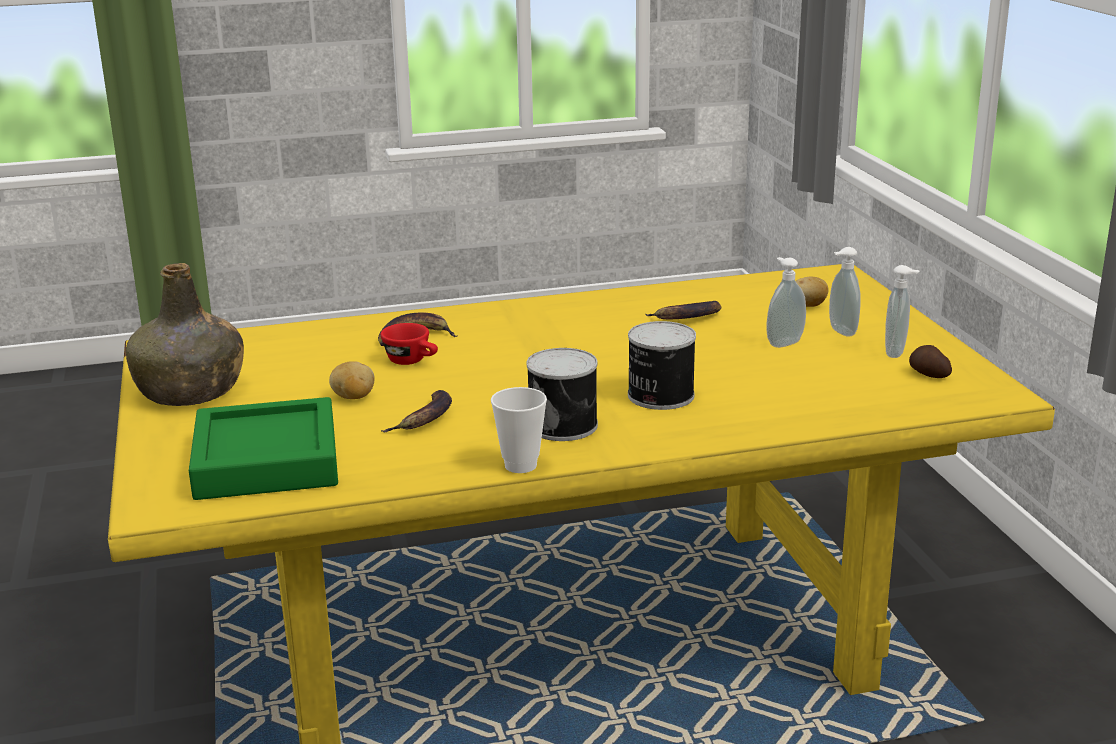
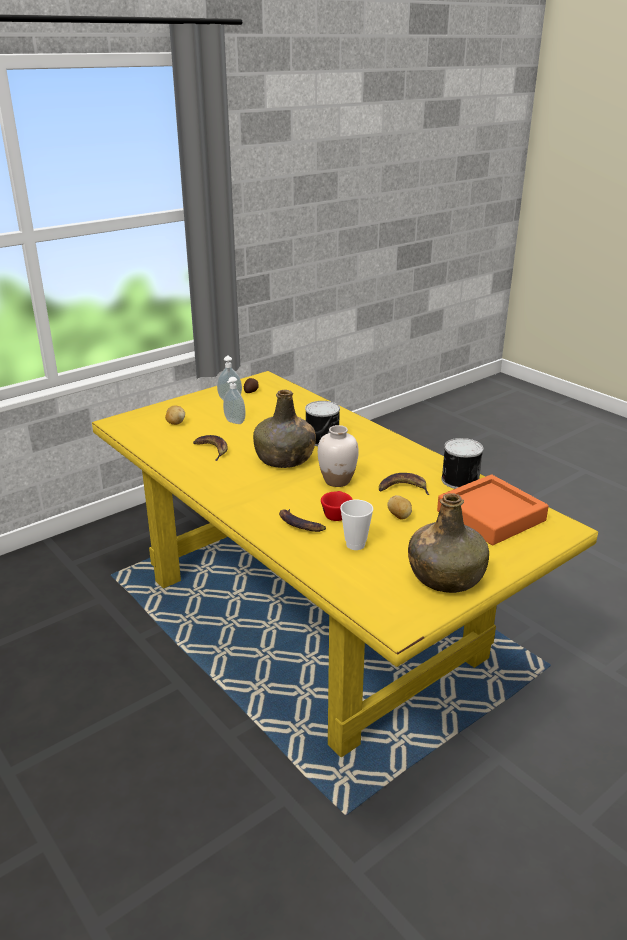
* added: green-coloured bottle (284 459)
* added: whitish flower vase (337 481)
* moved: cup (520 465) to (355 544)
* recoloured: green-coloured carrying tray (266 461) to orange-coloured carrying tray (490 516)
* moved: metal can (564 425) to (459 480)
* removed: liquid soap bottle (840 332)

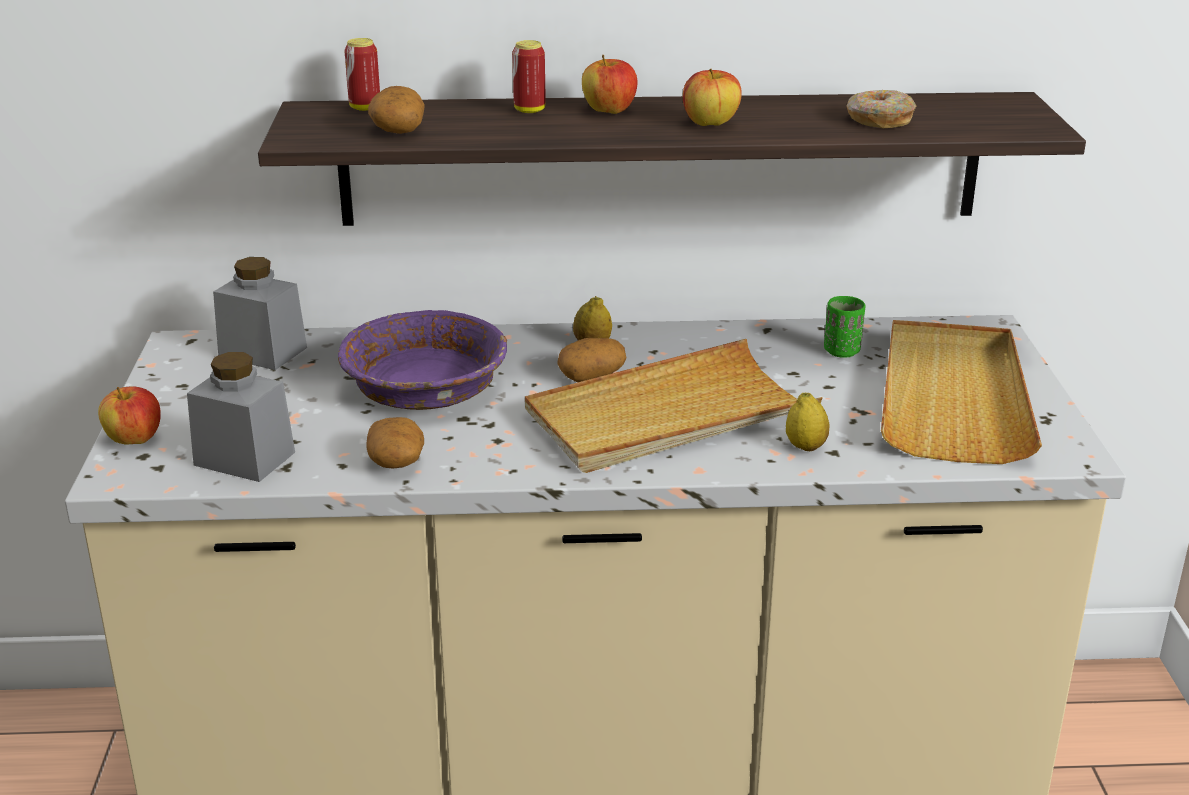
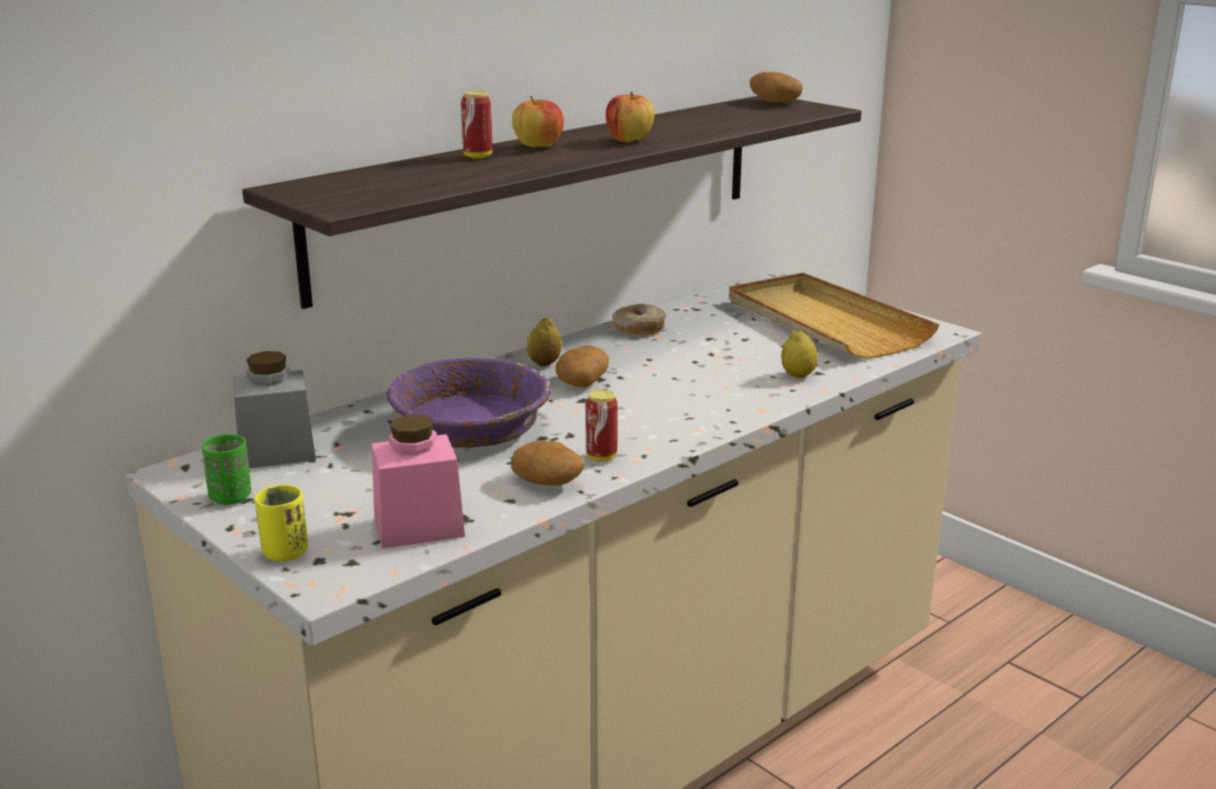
* moved: green-coloured cup (842 351) to (230 497)
* replaced: whole apple (134 440) to yellow cup (285 553)
* recoloured: grey preserve jar (244 458) to pink-coloured preserve jar (418 527)
* moved: metal can (365 108) to (601 457)
* moved: donut (878 120) to (638 328)
* moved: potato (397 129) to (774 102)
* removed: beige-coloured carrying tray (669 416)

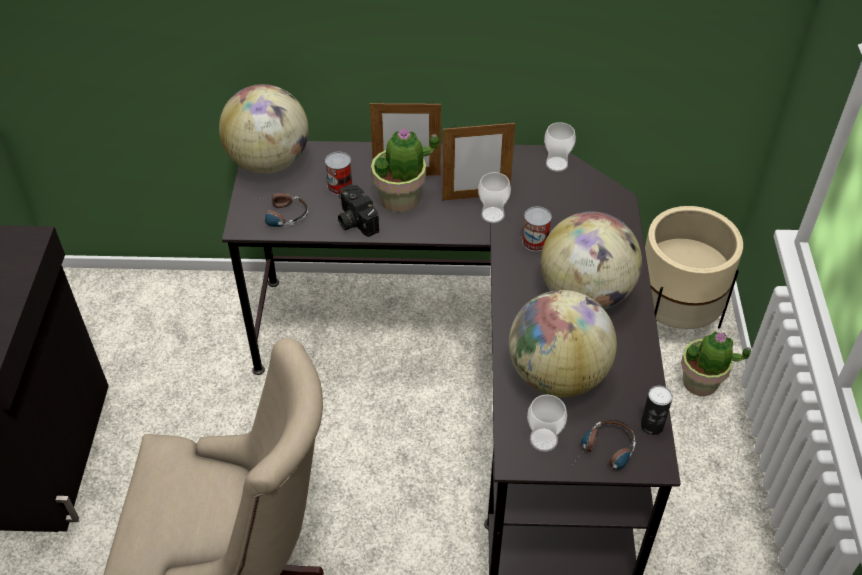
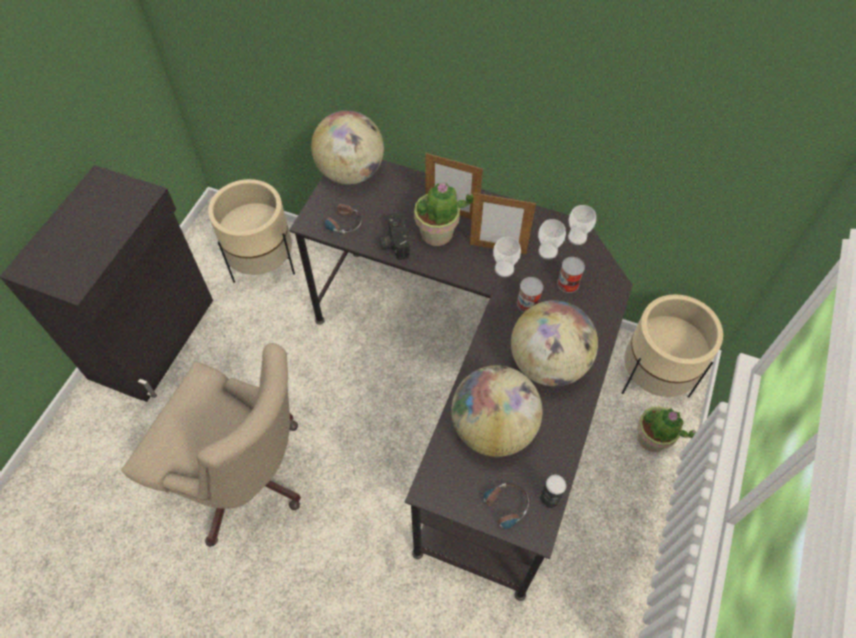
* added: beige-coloured planter (263 264)
* moved: cup (543 440) to (547 251)
* moved: metal can (340 186) to (568 283)

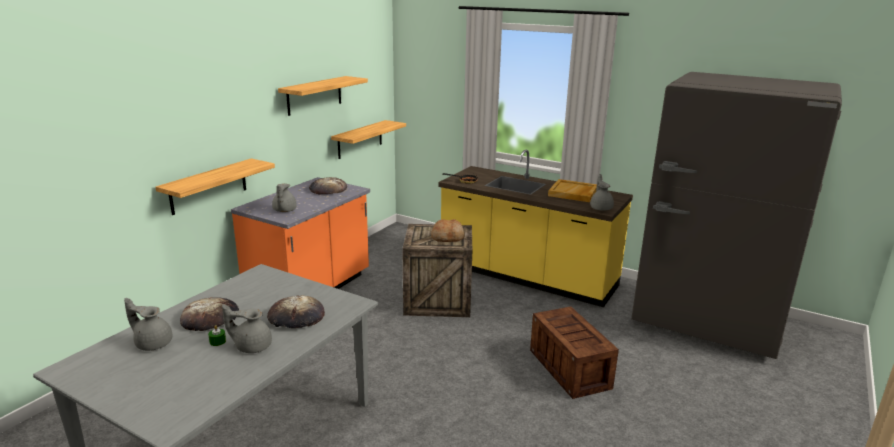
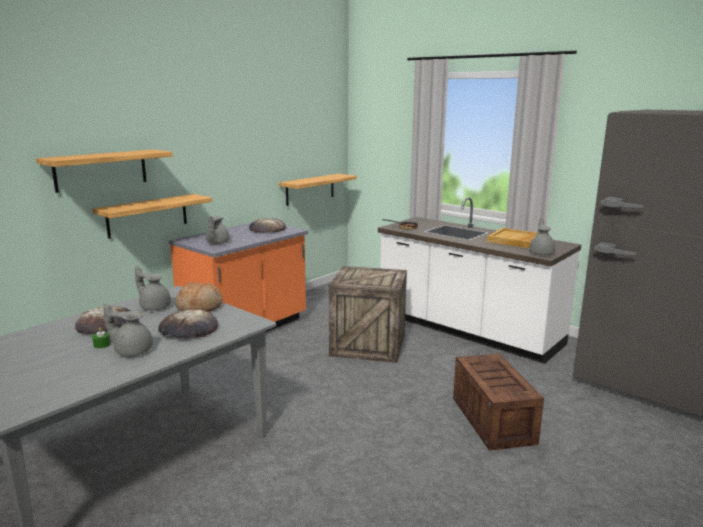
* moved: shelf (314 95) to (101 170)
* moved: grey tea pot (153 343) to (154 307)
* moved: bread (448 237) to (200 307)
* recoloured: yellow counter (527 277) to whitish counter (467 330)

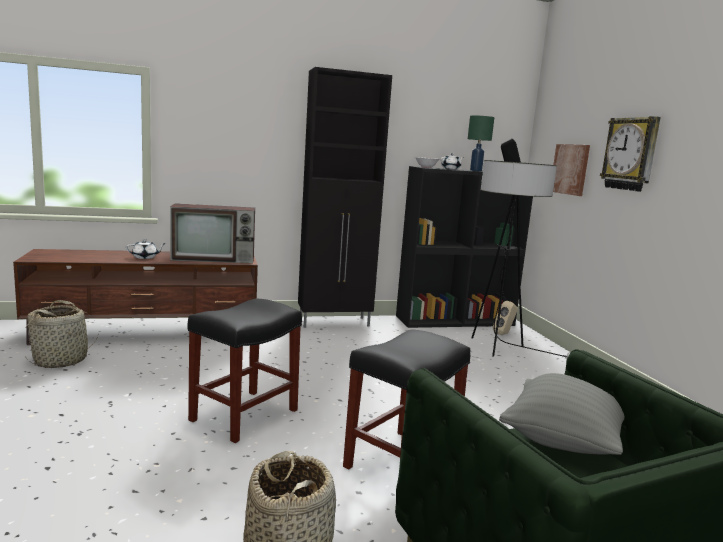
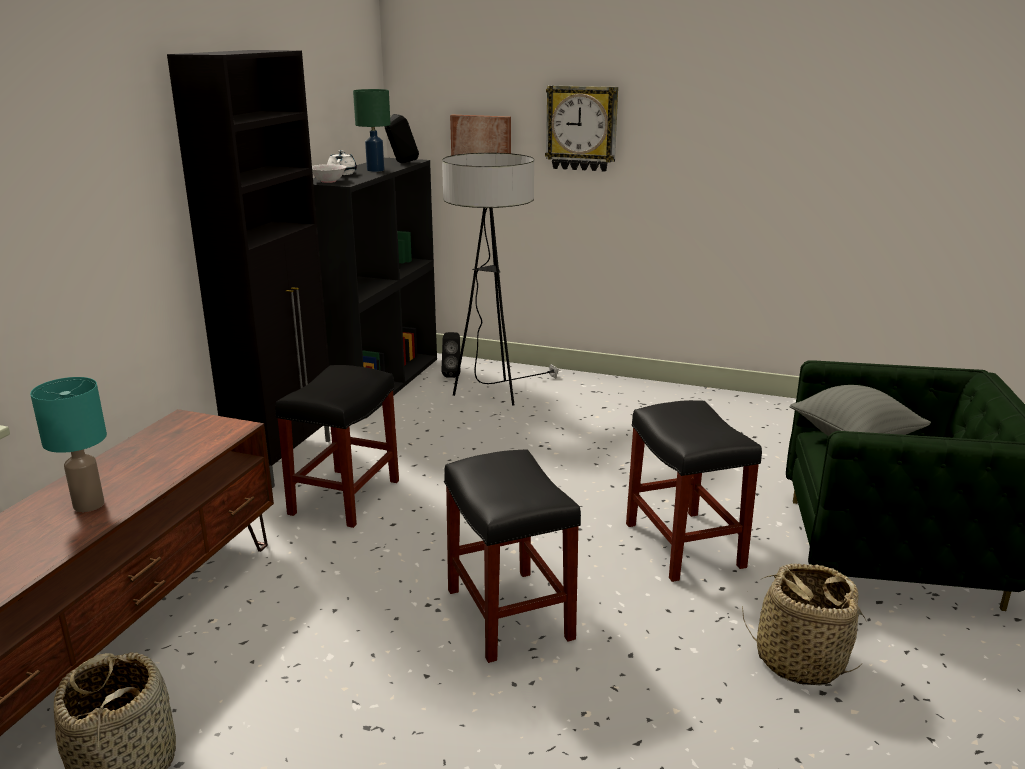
* replaced: whitish tea pot (145 257) to turquoise tabletop lamp (88 504)
* added: black-coloured stool seat (345 496)
* recoloured: beige-coloured loudspeaker (504 334) to black-coloured loudspeaker (452 374)
* removed: television (215 259)

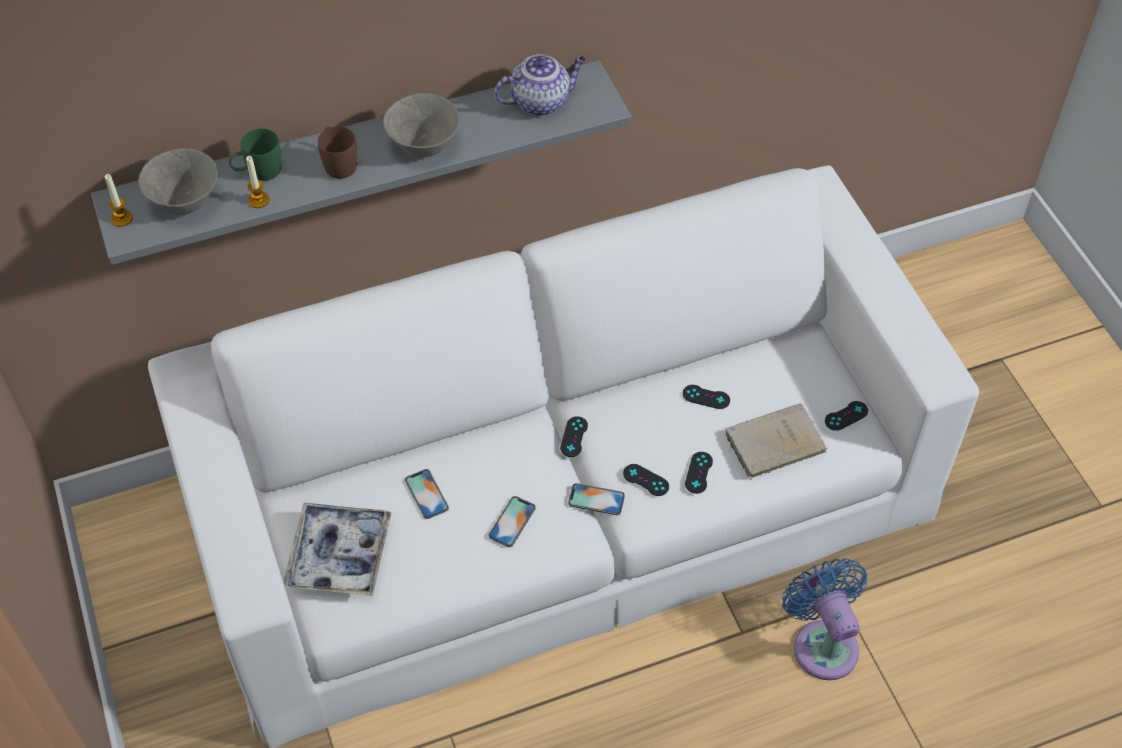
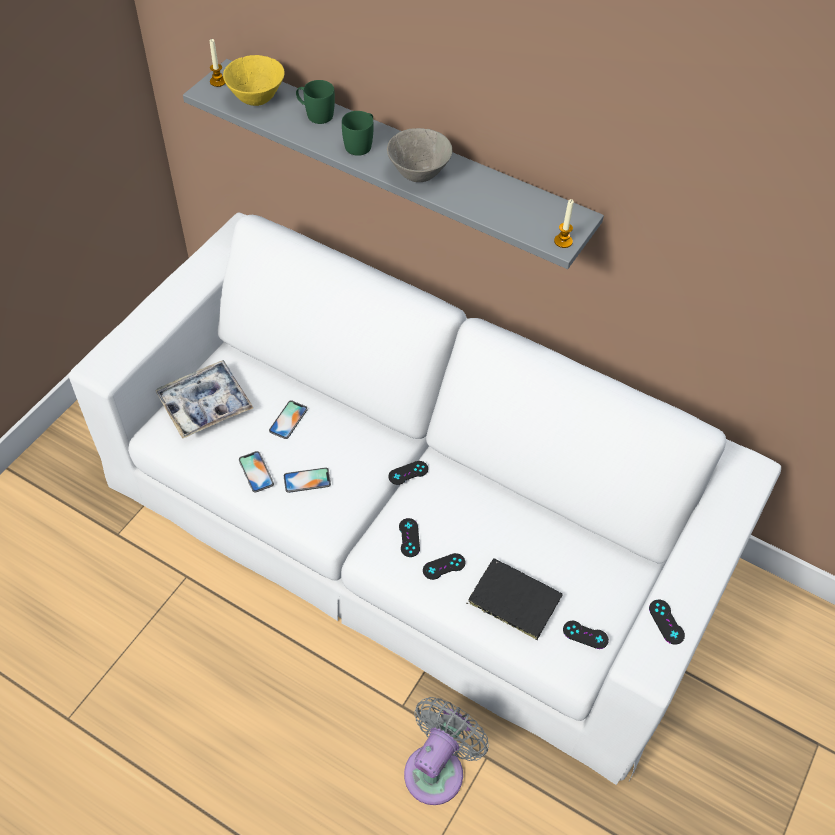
* recoloured: grey serving bowl (185 204) to yellow serving bowl (256 100)
* moved: phone (596 499) to (256 472)
* recoloured: brownish coffee mug (338 163) to green-coloured coffee mug (361 144)
* recoloured: bluish cooling fan (822 643) to grey cooling fan (437 768)
* recoloured: beige-coloured book (772 444) to black-coloured book (512 599)
* moved: wax light (258 200) to (563 241)
* moved: black-coloured game controller (706 397) to (666 622)
* removed: tea pot (541 101)

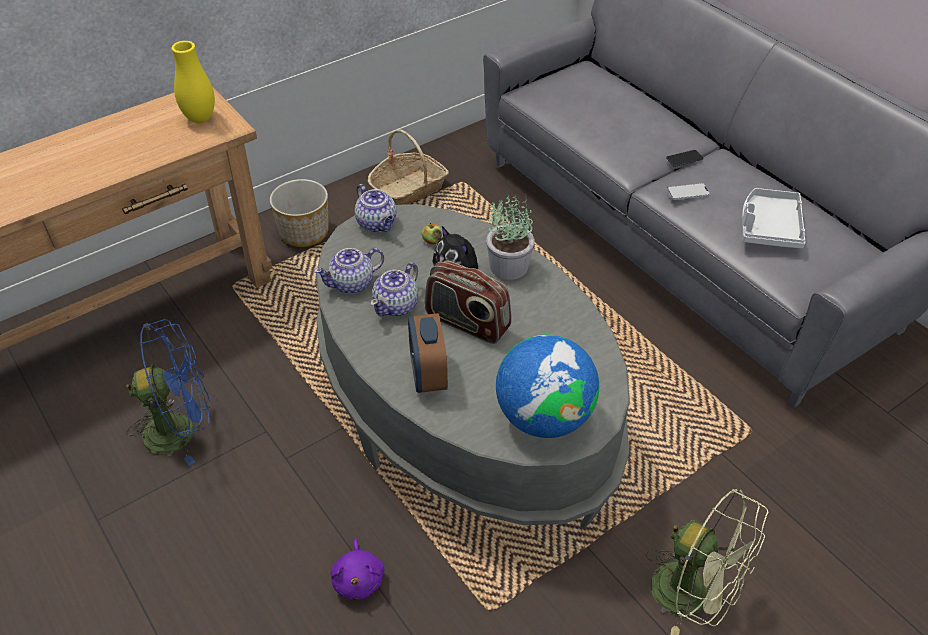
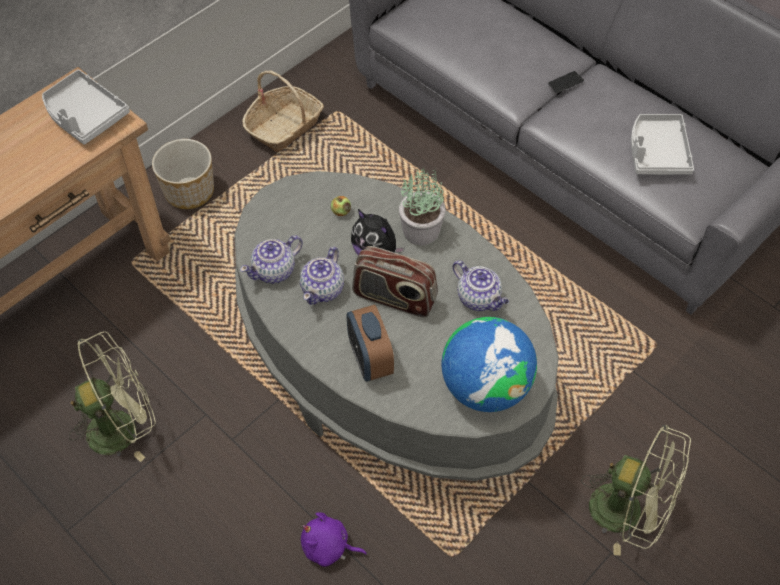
* replaced: yellow flower vase (200 118) to grey carrying tray (85 115)
* recoloured: bluish cooling fan (181 429) to green-coloured cooling fan (122 426)
* turned: purple-coloured plush toy (358 579) = (328 547) 120 degrees clockwise
* moved: tea pot (377 224) to (479 298)
* removed: phone (688 192)

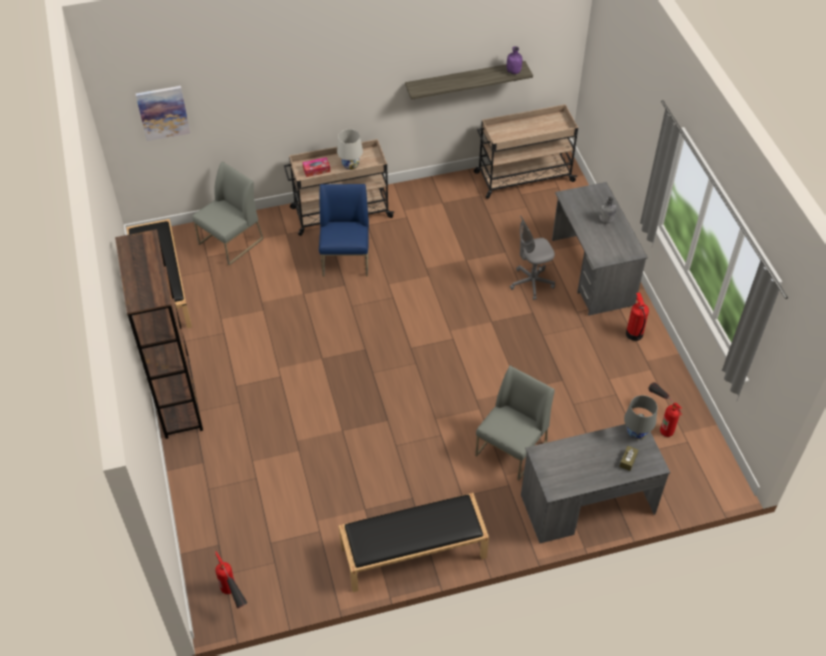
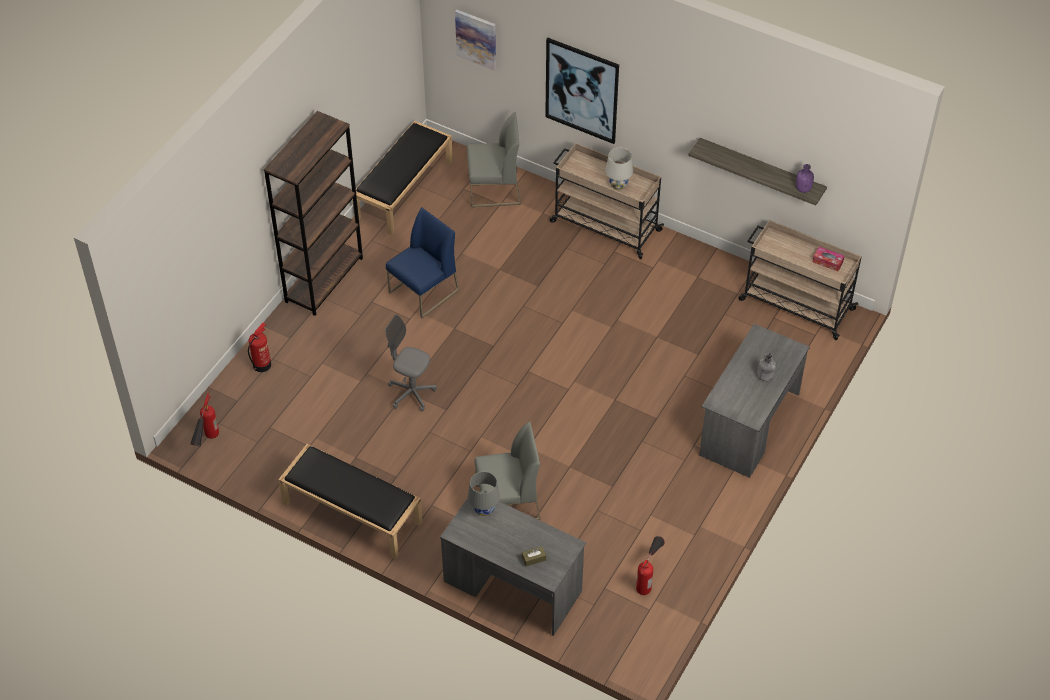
* moved: extinguisher (634 333) to (262 364)
* moved: grey computer chair (531 283) to (411 393)
* moved: bluish upright chair (346 259) to (424 292)
* moved: grey tabletop lamp (636 432) to (484 509)
* added: picture (582 90)
* moved: tissue holder (316 170) to (827 262)

